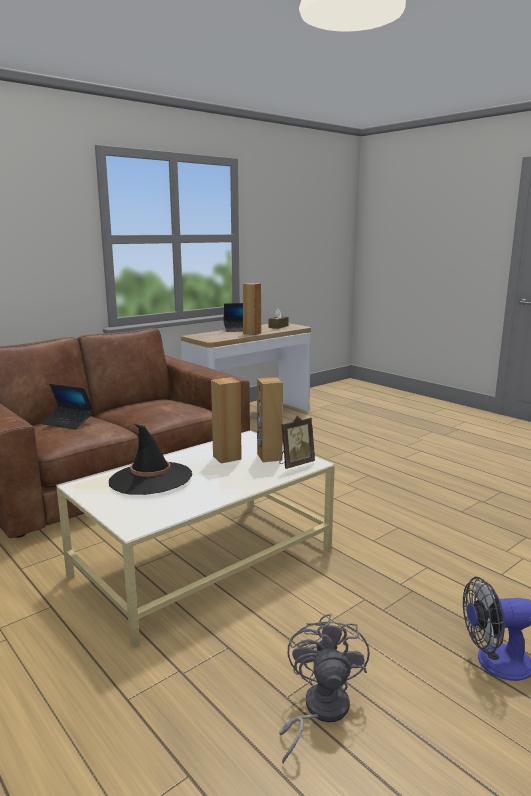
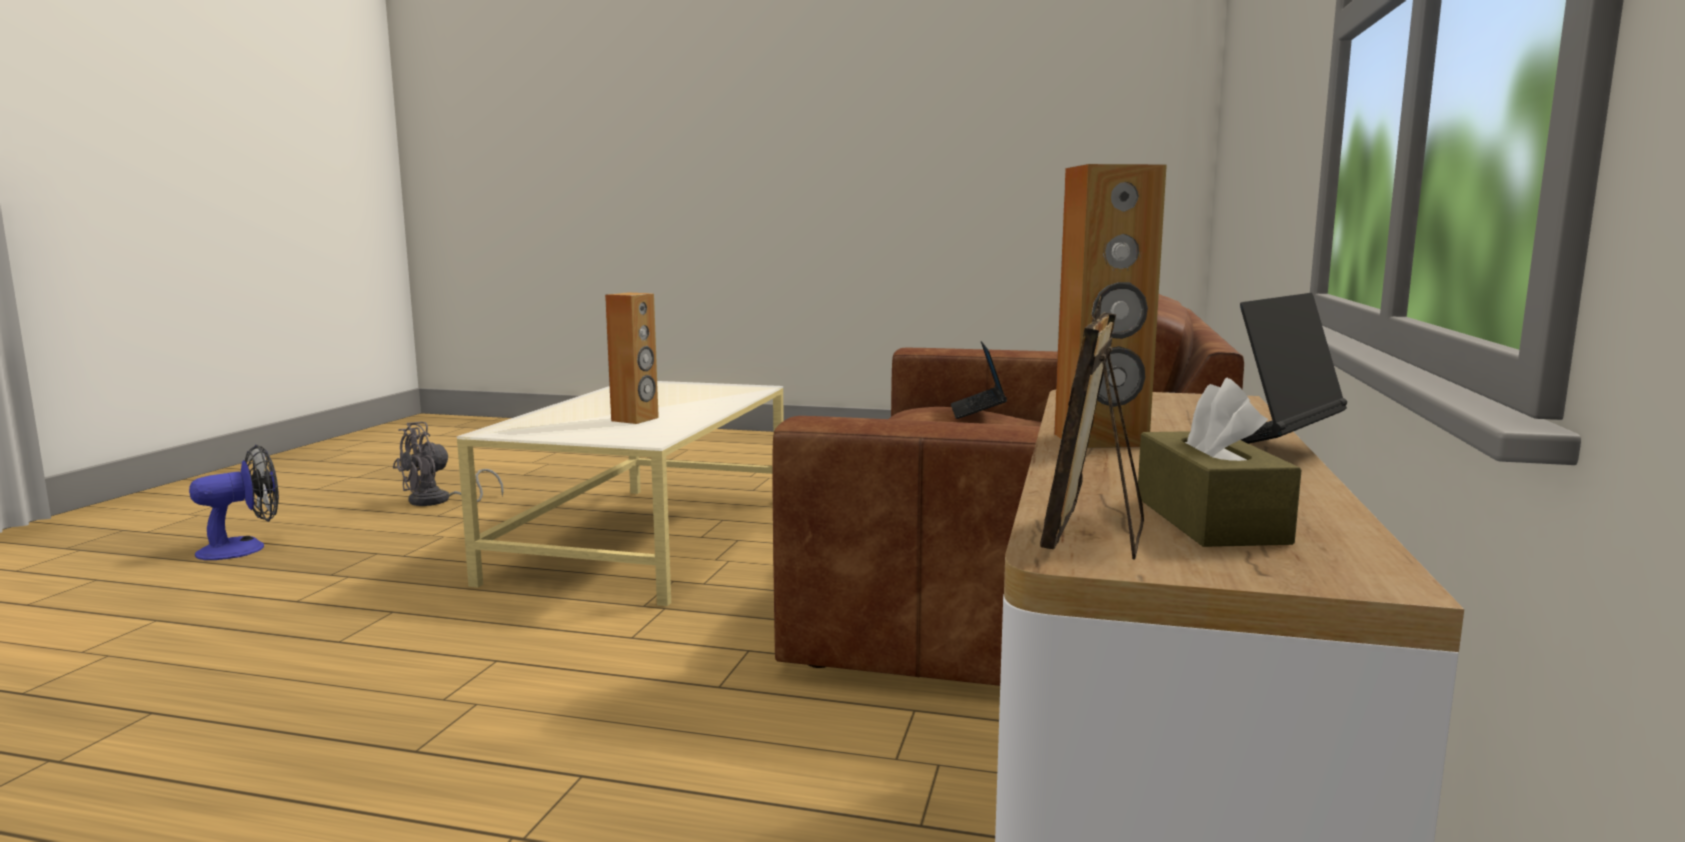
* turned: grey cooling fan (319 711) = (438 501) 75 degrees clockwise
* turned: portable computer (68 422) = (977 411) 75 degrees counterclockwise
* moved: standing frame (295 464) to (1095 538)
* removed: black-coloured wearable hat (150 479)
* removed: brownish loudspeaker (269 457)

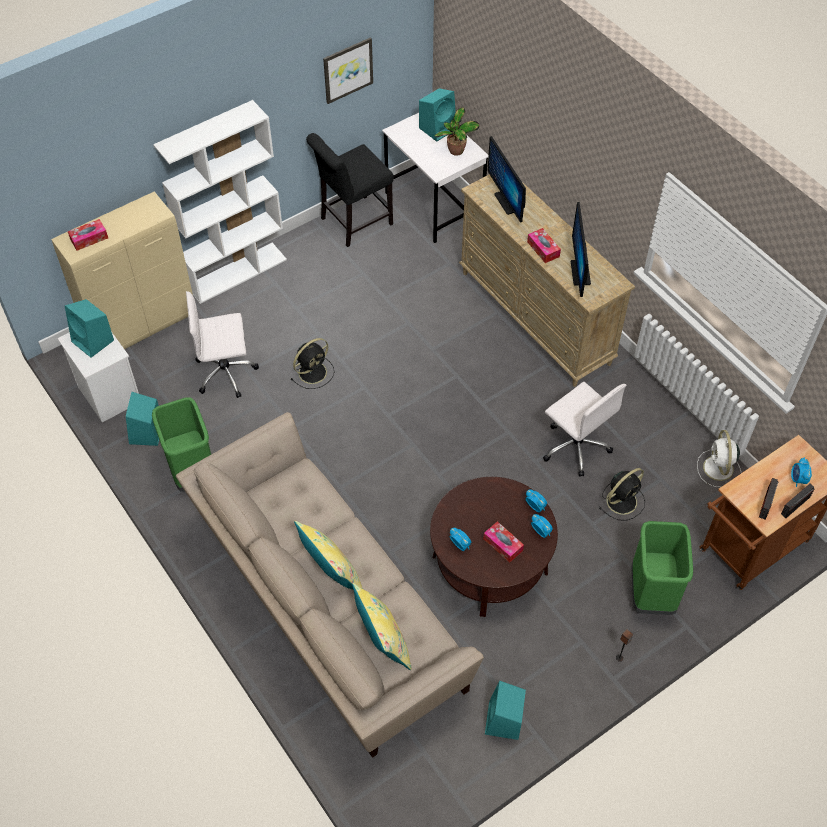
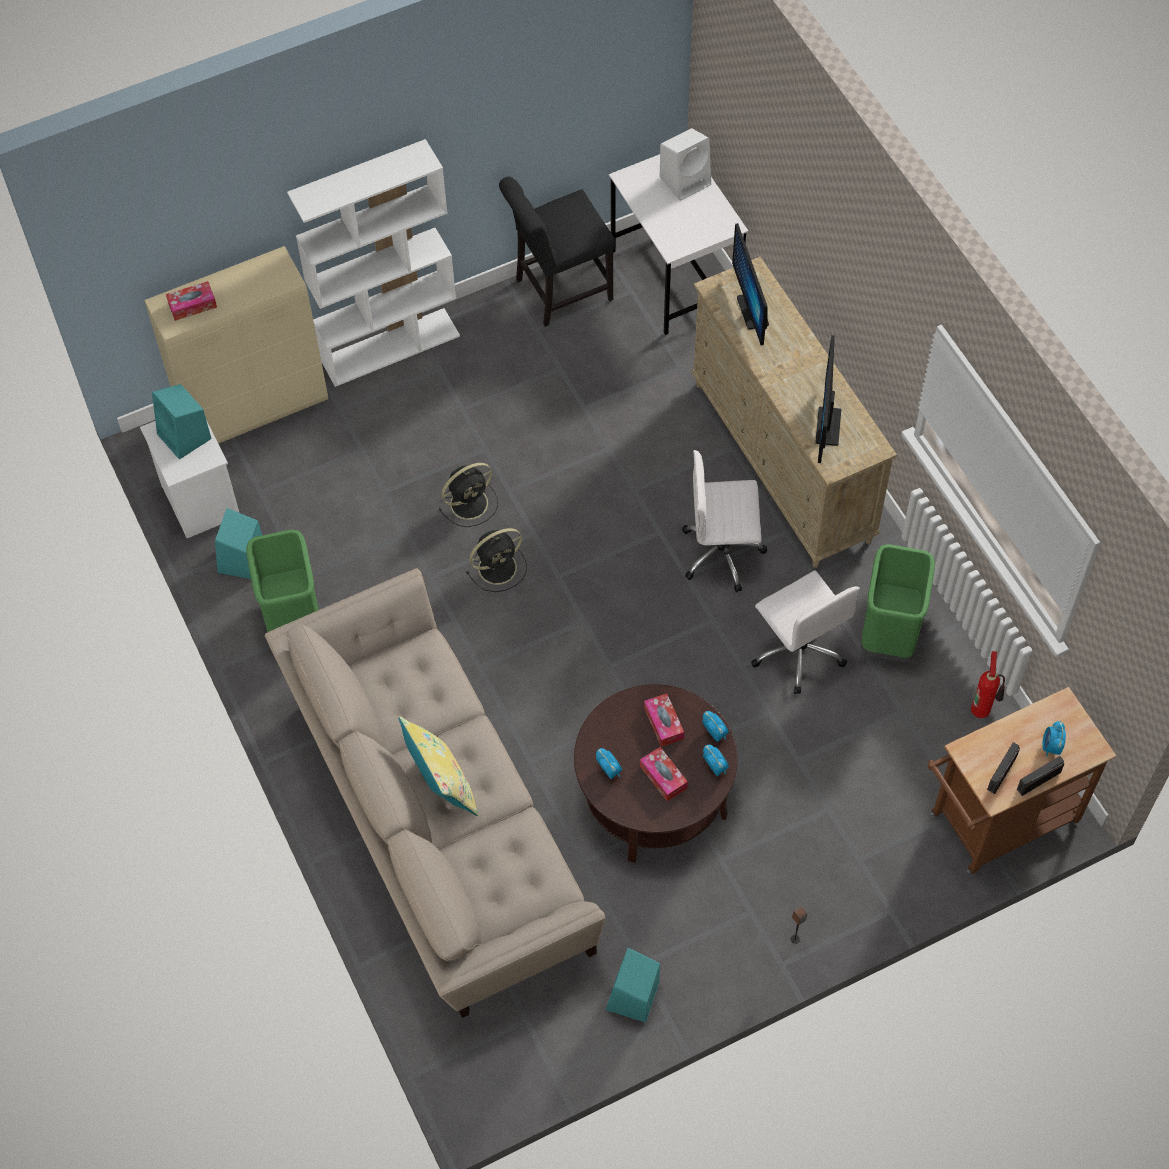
* moved: black-coloured cooling fan (622 500) to (499 567)
* moved: tissue holder (543 249) to (663 723)
* recoloured: turquoise loudspeaker (438 128) to whitish loudspeaker (686 180)
* moved: whitish computer chair (226 372) to (723 553)
* moved: green-coloured rubbish bin (651 592) to (888 634)
* replaced: whitish cooling fan (718 469) to extinguisher (982 708)
* removed: picture (347 70)
* removed: yellow throw pillow (383 642)
* removed: potted plant (456 151)

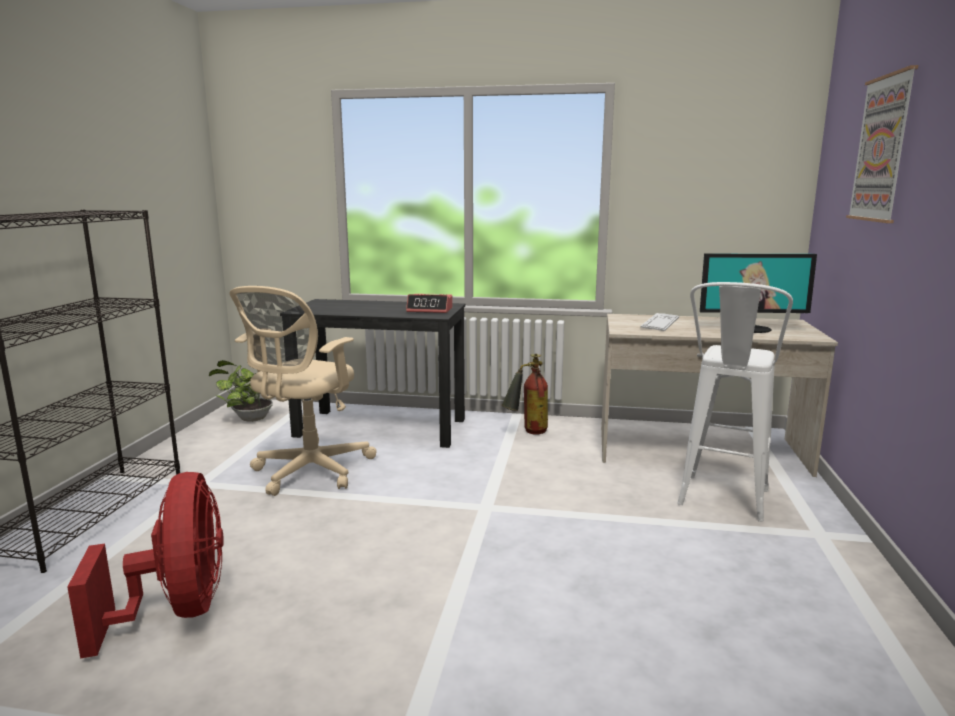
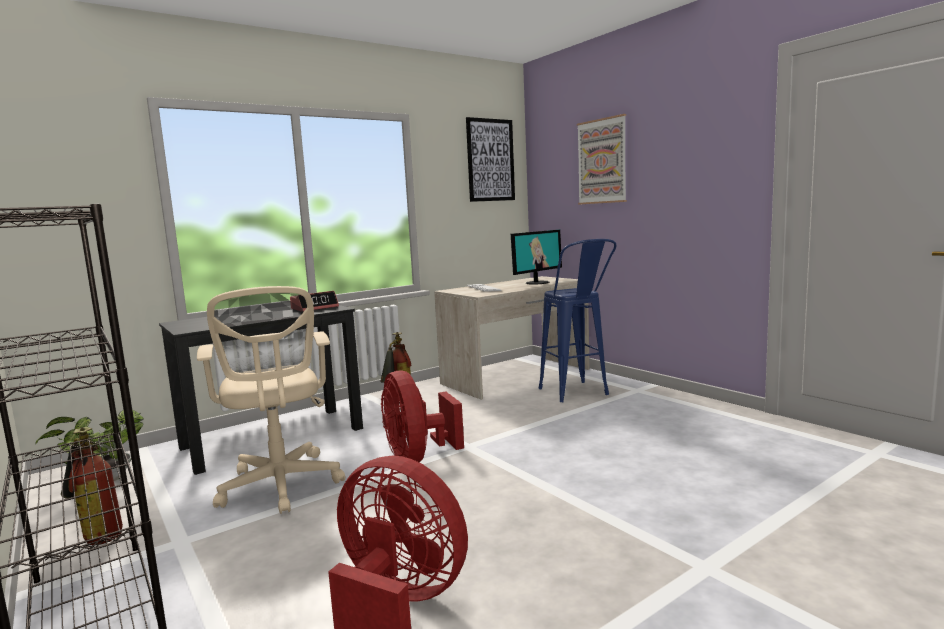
* added: extinguisher (96 535)
* added: red cooling fan (417 458)
* added: picture (490 160)
* recoloured: whitish stool seat (721 504) to bluish stool seat (578 395)

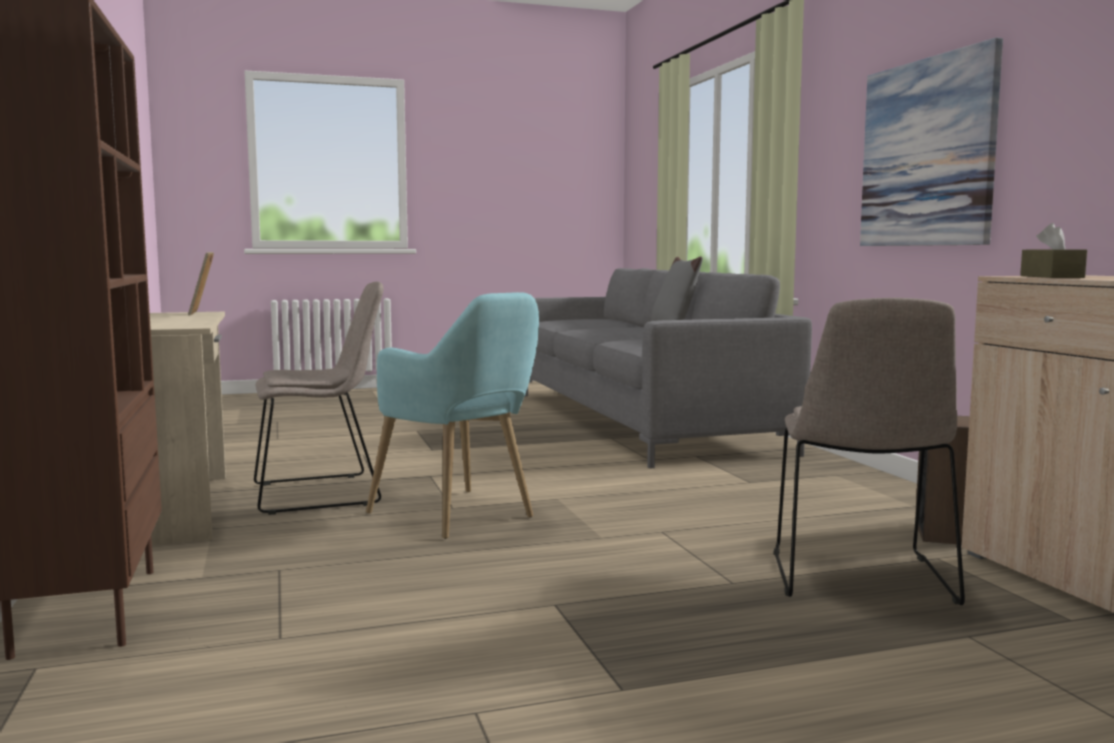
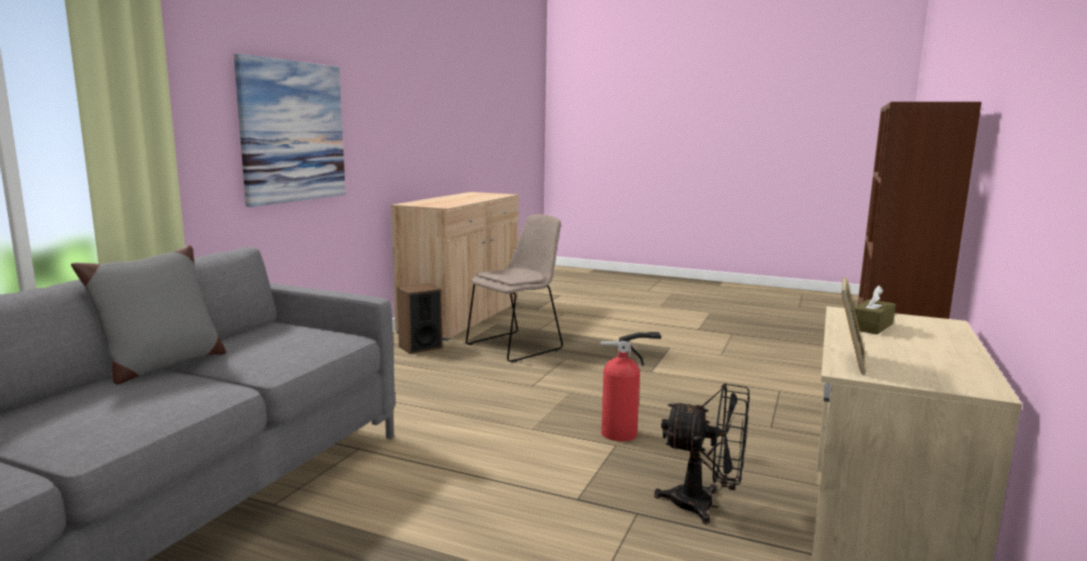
* replaced: turquoise easy chair (459 517) to extinguisher (623 433)
* replaced: beige-coloured upright chair (322 493) to black-coloured cooling fan (704 505)
* moved: brownish tissue holder (1051 277) to (871 326)

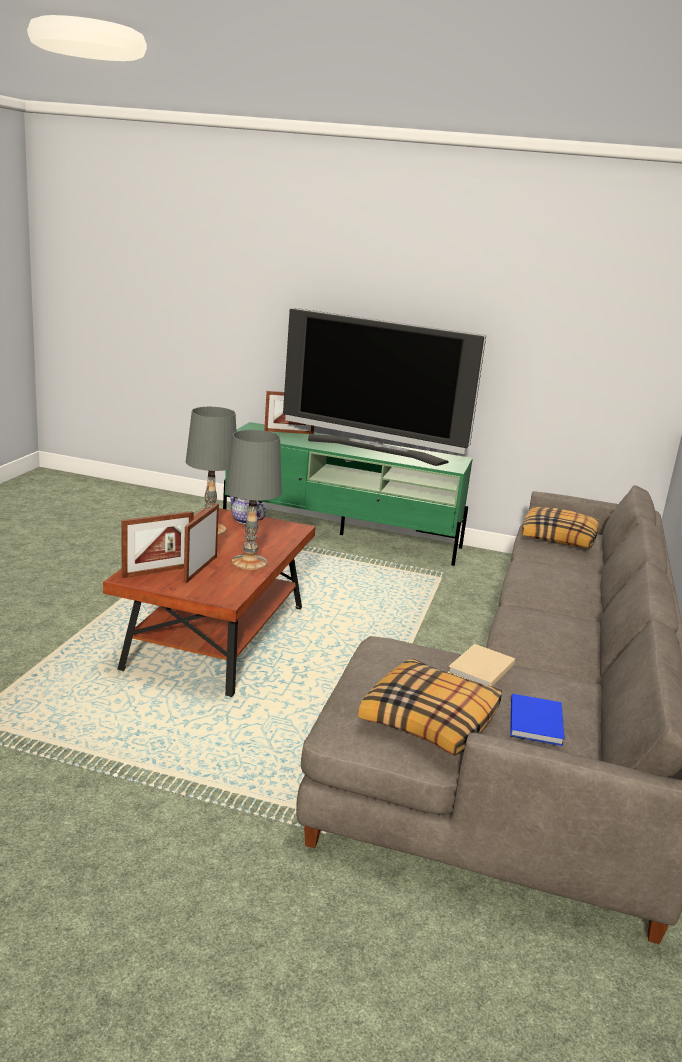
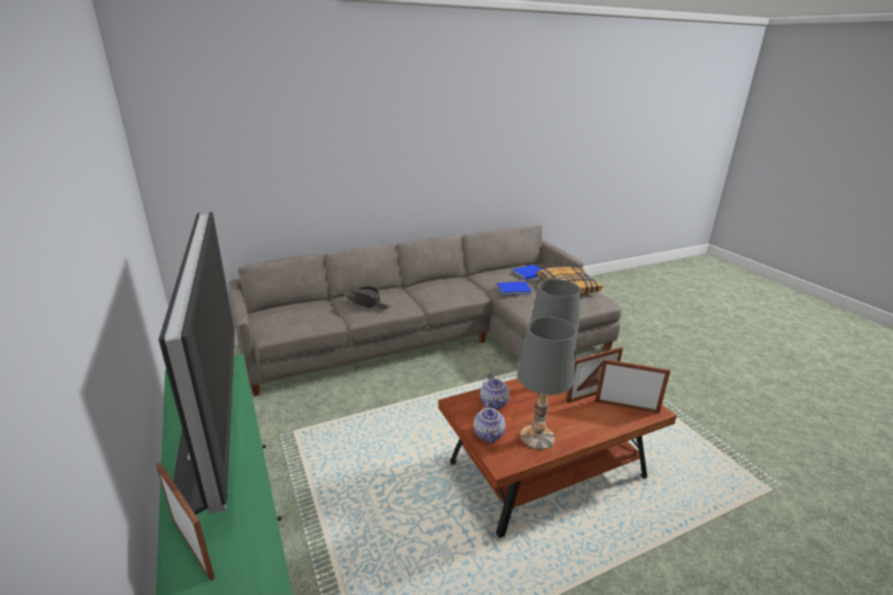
* added: black-coloured wearable hat (367 304)
* added: tea pot (494 403)
* recoloured: beige-coloured book (479 669) to bluish book (515 290)
* removed: throw pillow (559 538)

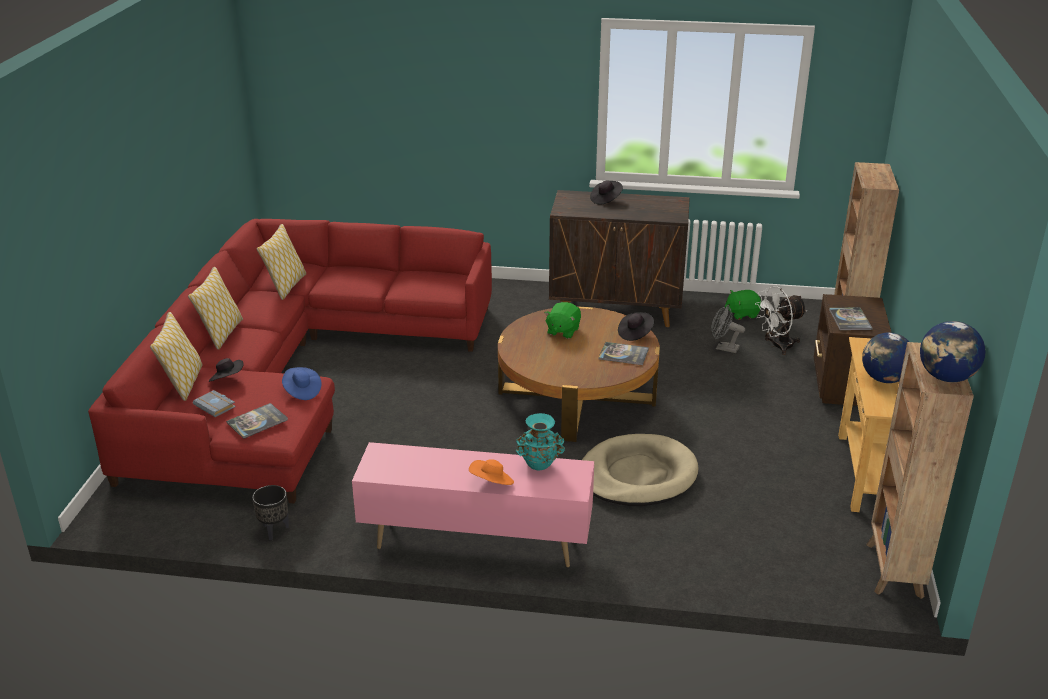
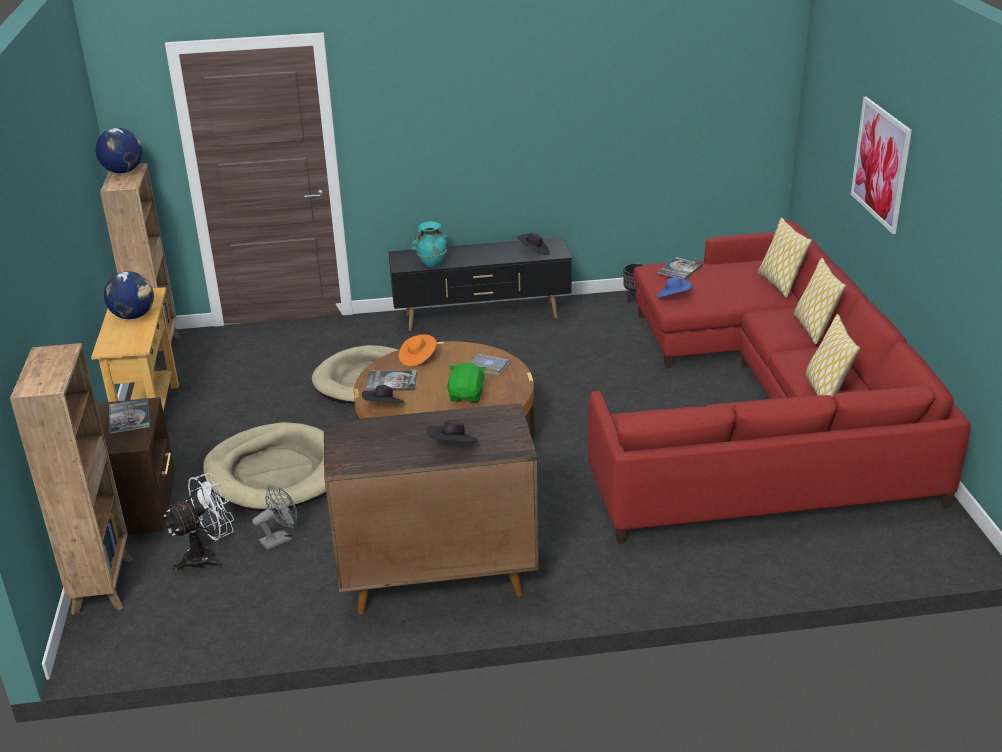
* added: beige-coloured pet bed (276 473)
* turned: grey cooling fan (723 348) = (280 539) 45 degrees counterclockwise
* recoloured: pink-coloured tv stand (475 542) to black-coloured tv stand (482 317)
* moved: orange-coloured wearable hat (492 483) to (418 358)
* moved: grey book (216 406) to (488 368)
* moved: black-coloured wearable hat (227 379) to (534 252)
* added: picture (880 164)
* removed: green-coloured plush toy (742 314)

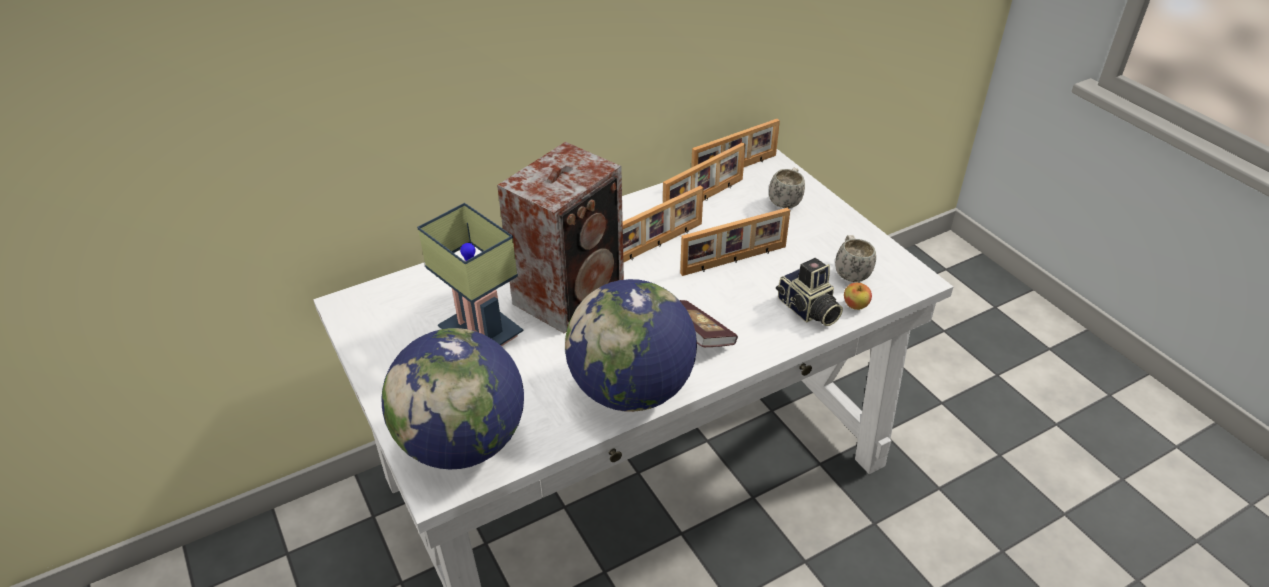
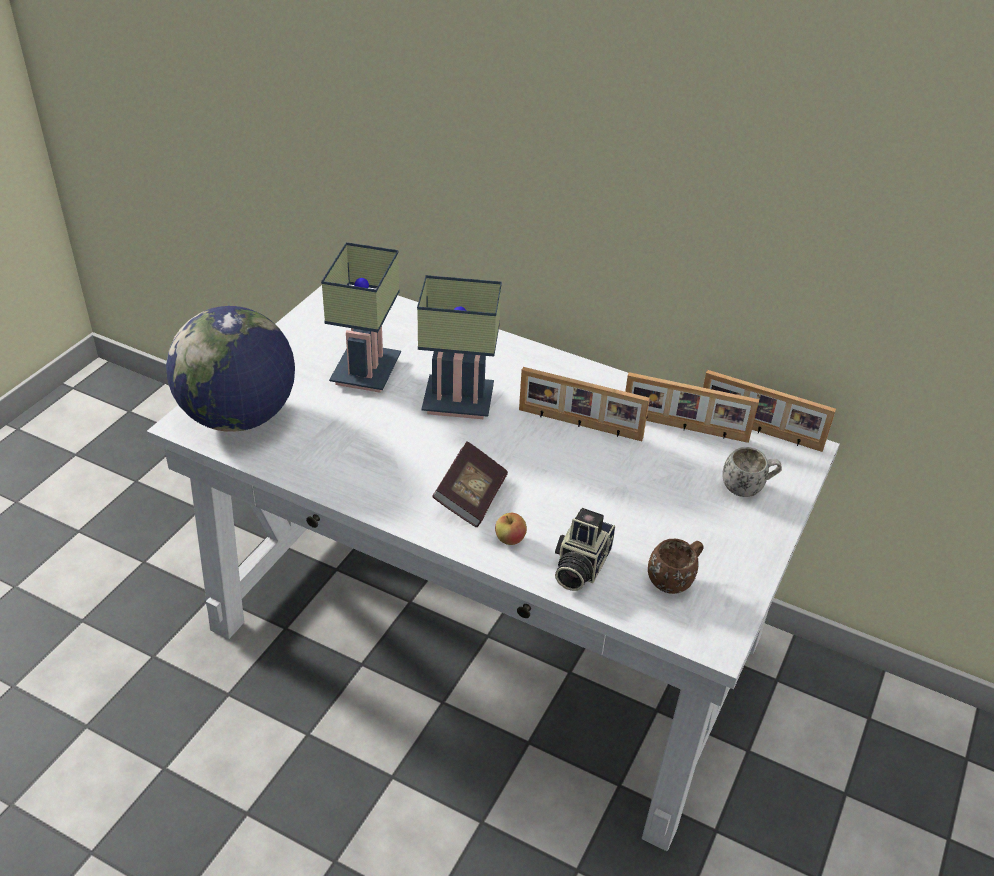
* replaced: loudspeaker (572 293) to tabletop lamp (461 400)
* moved: whole apple (855 305) to (510 539)
* recoloured: whitish coffee mug (850 272) to brownish coffee mug (674 579)
* removed: desk globe (631 390)
* removed: standing frame (734 261)

